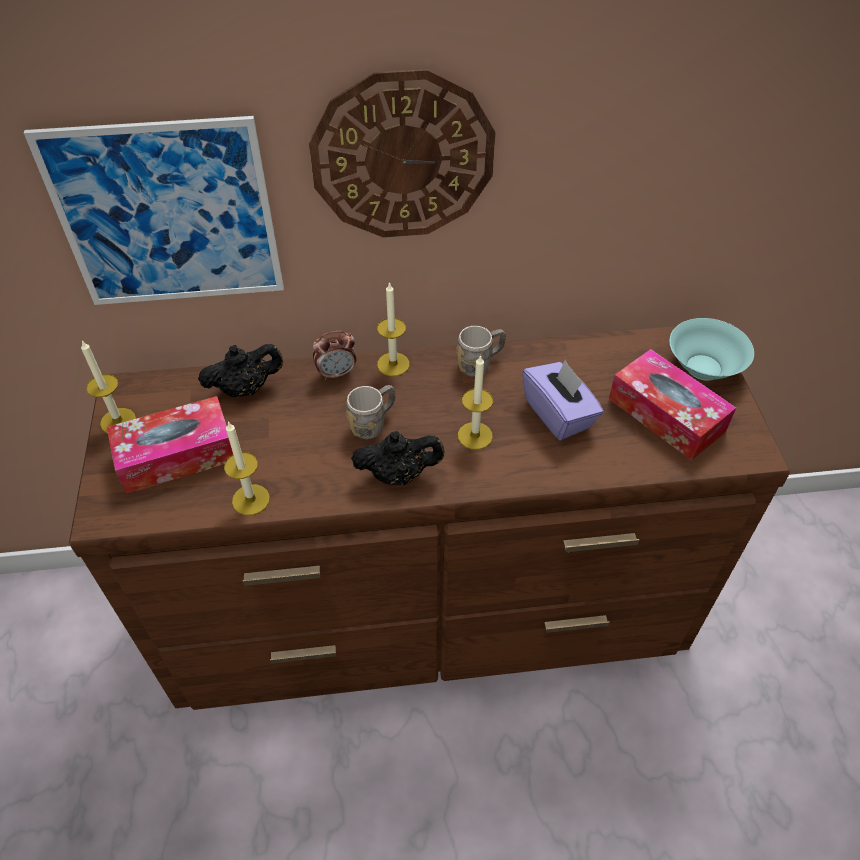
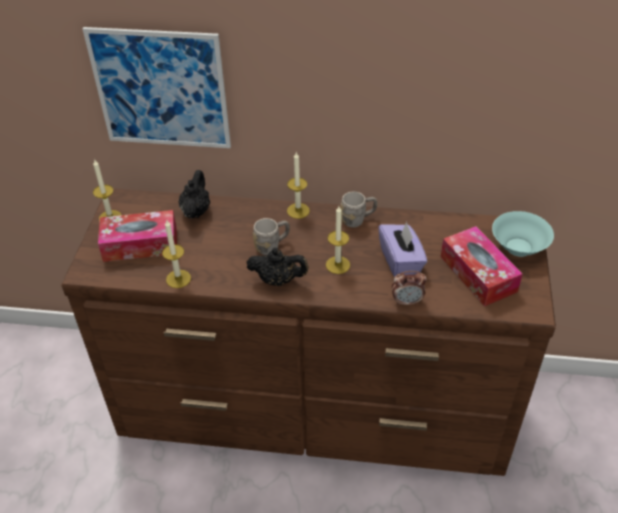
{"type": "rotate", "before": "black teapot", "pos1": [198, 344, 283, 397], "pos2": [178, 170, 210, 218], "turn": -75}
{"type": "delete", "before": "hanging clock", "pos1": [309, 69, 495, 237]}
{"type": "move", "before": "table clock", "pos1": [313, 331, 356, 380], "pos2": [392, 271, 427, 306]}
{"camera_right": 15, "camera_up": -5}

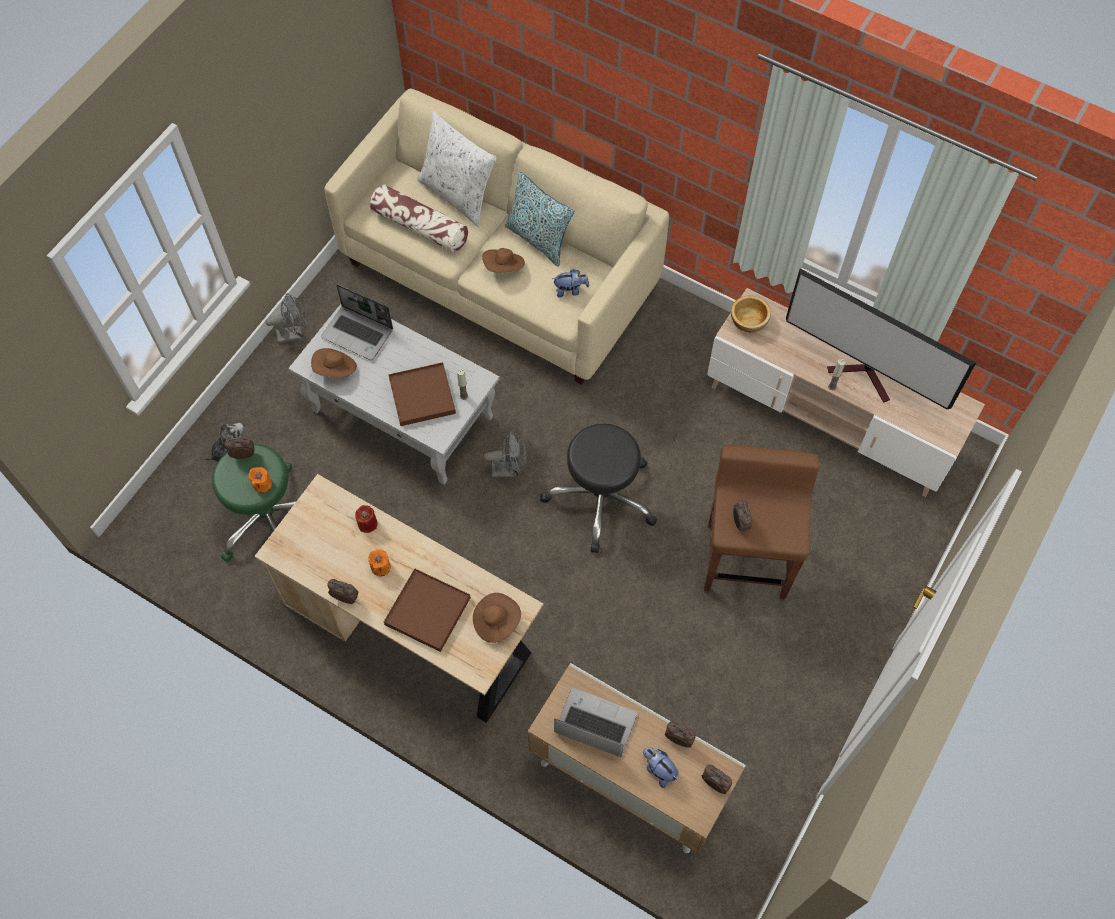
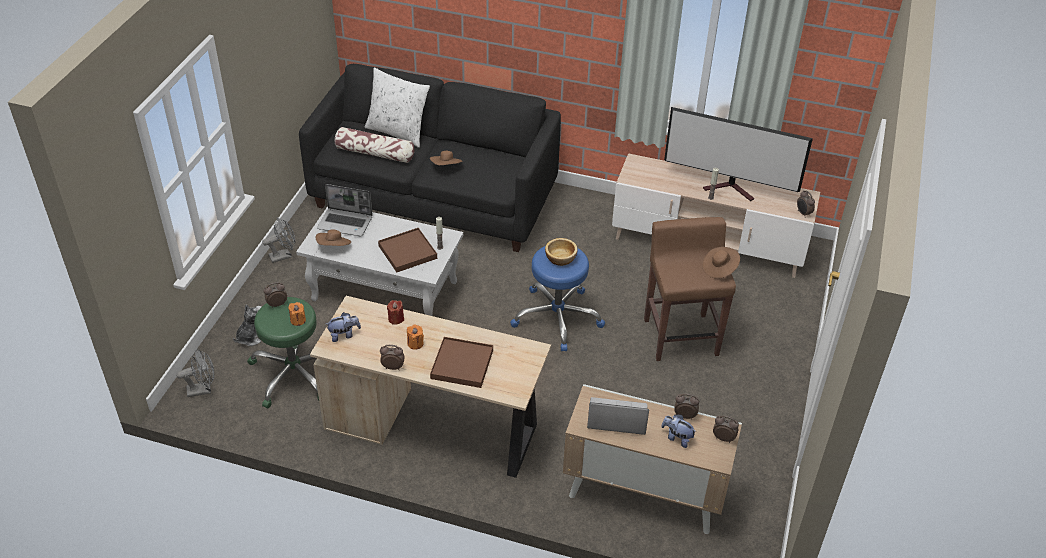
{"type": "recolor", "before": "sand-coloured settee", "after": "black settee", "pos1": [324, 89, 669, 385], "pos2": [299, 64, 561, 252]}
{"type": "move", "before": "brown-coloured wearable hat", "pos1": [473, 593, 521, 643], "pos2": [702, 247, 740, 279]}
{"type": "move", "before": "grey electric fan", "pos1": [484, 431, 527, 478], "pos2": [176, 349, 214, 397]}
{"type": "delete", "before": "cushion", "pos1": [505, 172, 575, 266]}
{"type": "recolor", "before": "black stool seat", "after": "blue-coloured stool seat", "pos1": [540, 424, 657, 553], "pos2": [510, 246, 605, 351]}
{"type": "move", "before": "soft toy", "pos1": [552, 269, 589, 298], "pos2": [326, 312, 361, 342]}
{"type": "move", "before": "serving bowl", "pos1": [731, 296, 771, 332], "pos2": [545, 238, 578, 266]}
{"type": "move", "before": "table clock", "pos1": [733, 499, 752, 531], "pos2": [797, 190, 815, 218]}
{"camera_right": -15, "camera_up": -20}

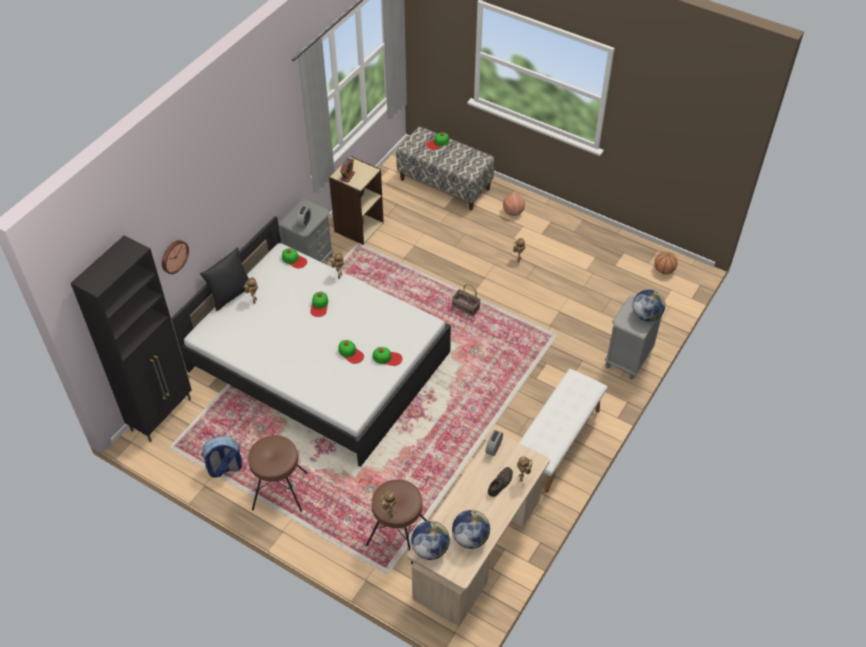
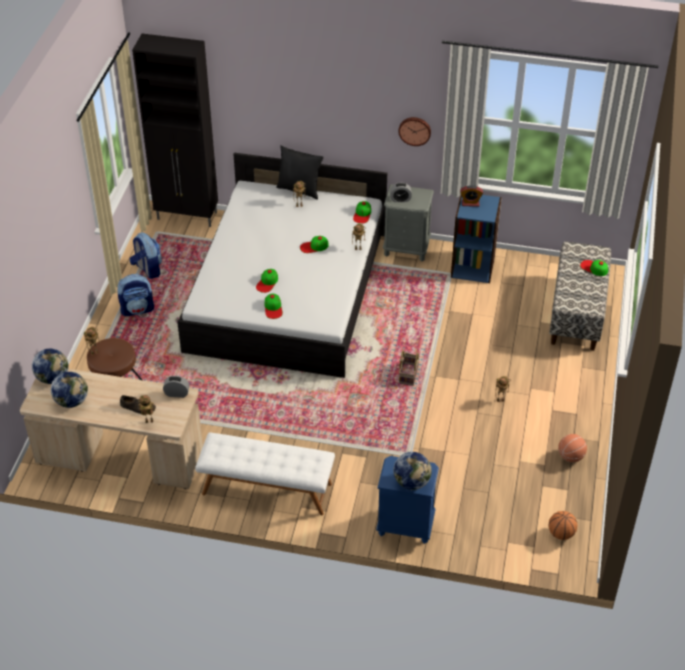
{"type": "move", "before": "hanging clock", "pos1": [162, 240, 189, 274], "pos2": [398, 117, 431, 146]}
{"type": "replace", "before": "brown-coloured stool seat", "after": "backpack", "pos1": [248, 435, 308, 512], "pos2": [117, 274, 154, 316]}
{"type": "recolor", "before": "sand-coloured shelving unit", "after": "blue-coloured shelving unit", "pos1": [329, 156, 384, 245], "pos2": [451, 195, 501, 283]}
{"type": "move", "before": "basketball", "pos1": [503, 193, 525, 216], "pos2": [558, 434, 587, 462]}
{"type": "recolor", "before": "grey bedside table", "after": "blue-coloured bedside table", "pos1": [605, 296, 662, 379], "pos2": [376, 456, 439, 544]}
{"camera_right": 70, "camera_up": -5}

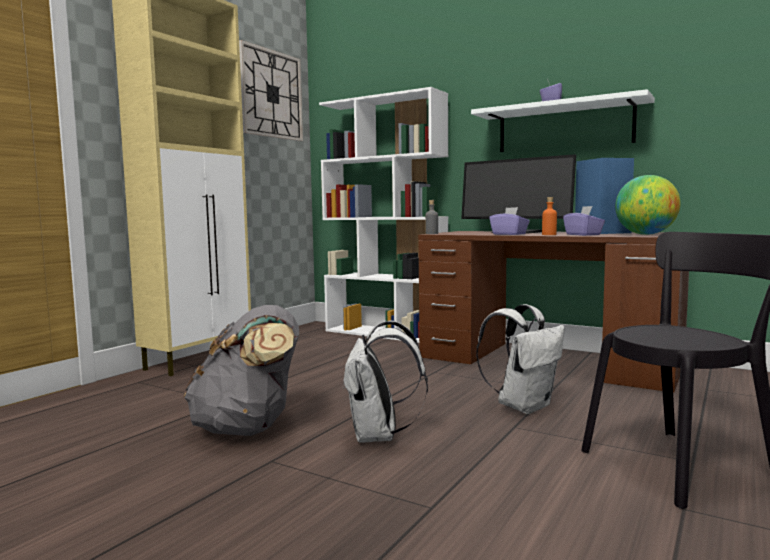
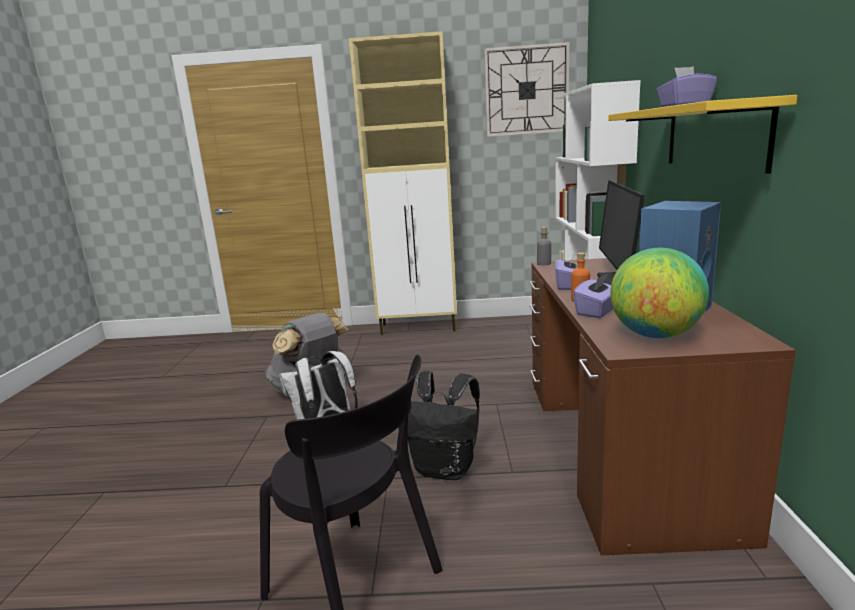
{"type": "recolor", "before": "whitish bracket shelf", "after": "yellow-coloured bracket shelf", "pos1": [471, 89, 655, 152], "pos2": [608, 95, 798, 174]}
{"type": "recolor", "before": "whitish backpack", "after": "black backpack", "pos1": [476, 304, 565, 414], "pos2": [398, 371, 480, 480]}
{"camera_right": 60, "camera_up": 10}

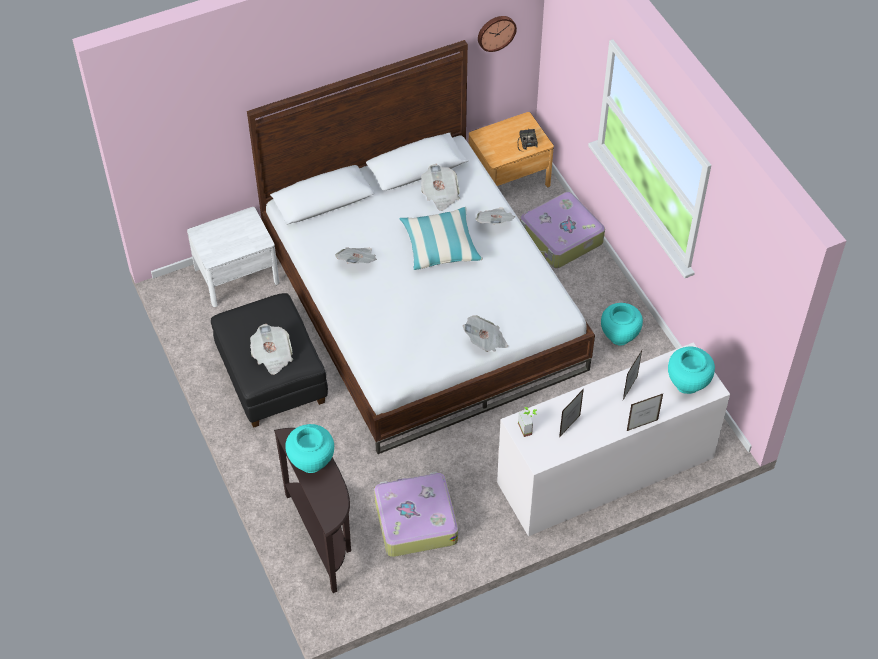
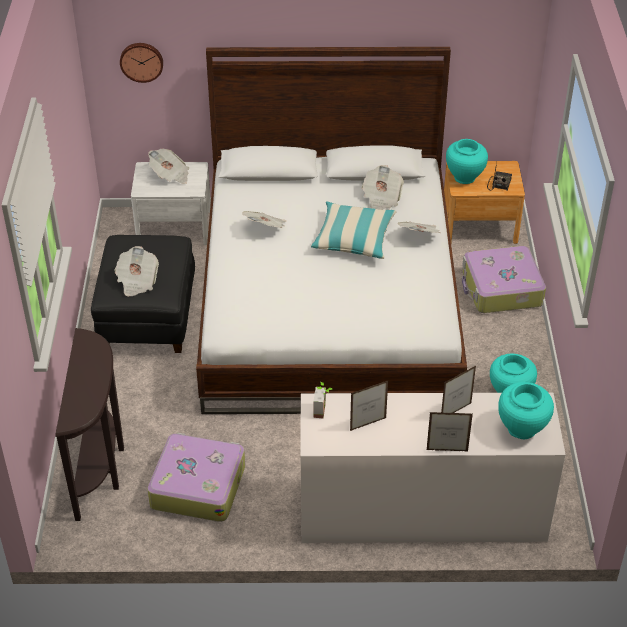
{"type": "move", "before": "turquoise-coloured decorative vase", "pos1": [285, 424, 334, 473], "pos2": [446, 139, 488, 184]}
{"type": "move", "before": "printed paper", "pos1": [463, 315, 508, 352], "pos2": [148, 149, 189, 184]}
{"type": "move", "before": "hanging clock", "pos1": [478, 16, 517, 52], "pos2": [120, 43, 163, 83]}
{"camera_right": 25, "camera_up": -10}

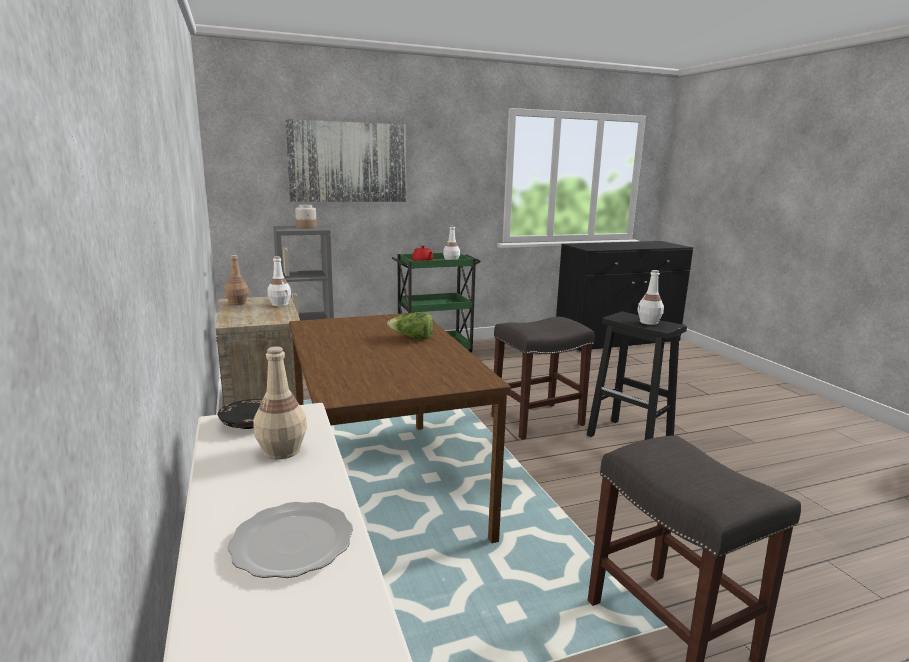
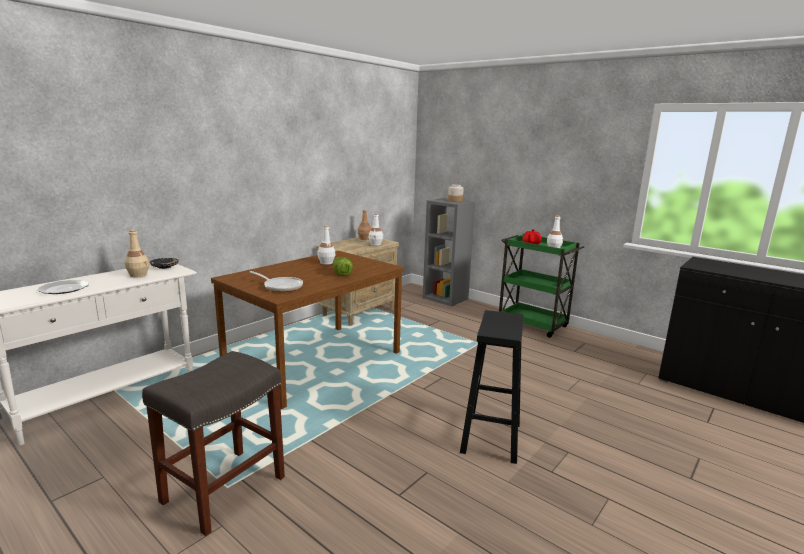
{"type": "delete", "before": "picture", "pos1": [285, 119, 406, 202]}
{"type": "delete", "before": "grey stool seat", "pos1": [491, 317, 594, 440]}
{"type": "move", "before": "whitish bottle", "pos1": [637, 270, 664, 325], "pos2": [318, 225, 335, 265]}
{"type": "insert", "after": "skillet", "pos2": [250, 271, 303, 292]}
{"camera_right": 60, "camera_up": 0}

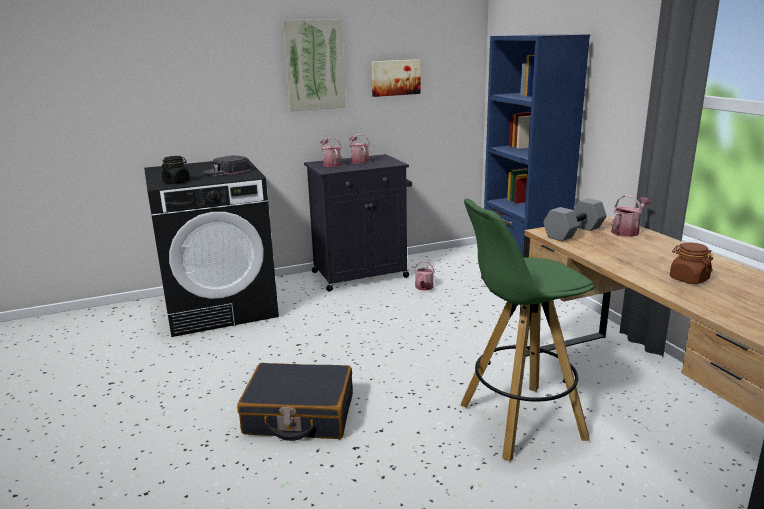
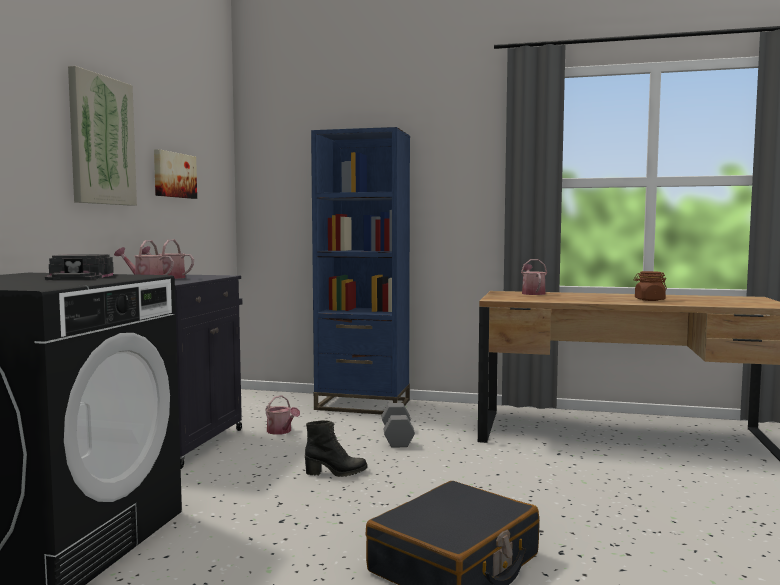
{"type": "delete", "before": "black preserve jar", "pos1": [162, 156, 190, 184]}
{"type": "delete", "before": "green-coloured stool seat", "pos1": [460, 199, 594, 462]}
{"type": "move", "before": "grey hand weight", "pos1": [543, 198, 607, 241], "pos2": [382, 403, 415, 448]}
{"type": "insert", "after": "black high-top boot", "pos2": [305, 420, 367, 477]}
{"camera_right": -55, "camera_up": -15}

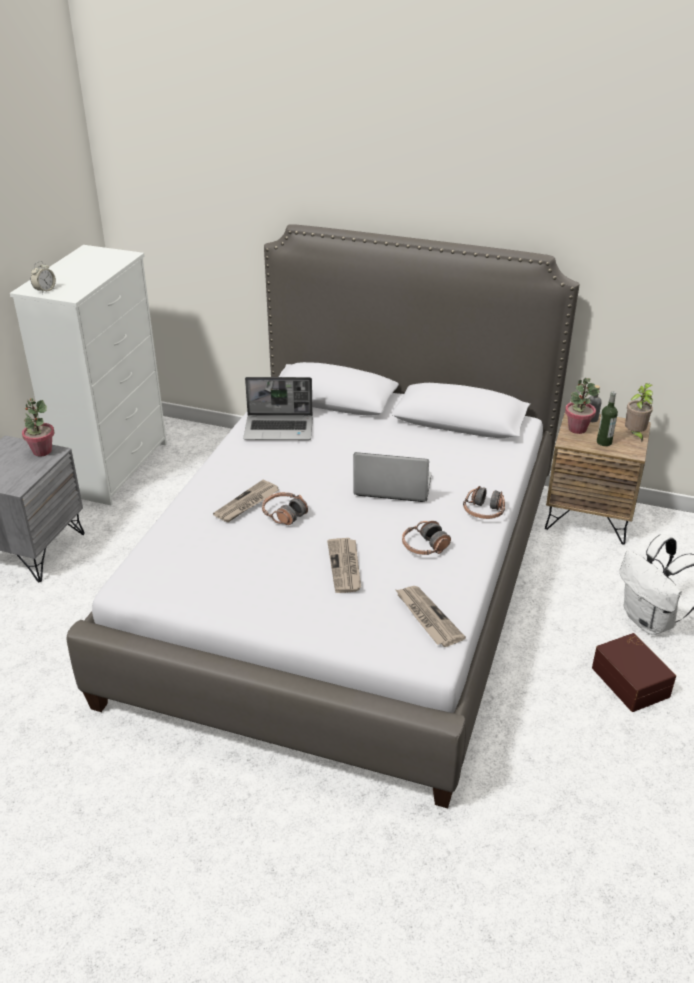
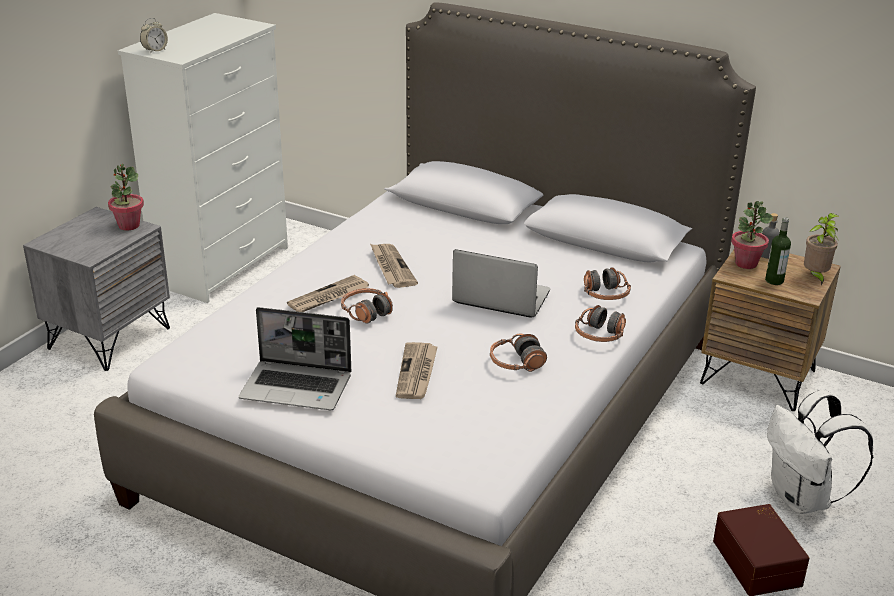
{"type": "move", "before": "portable computer", "pos1": [243, 377, 313, 440], "pos2": [239, 307, 351, 410]}
{"type": "move", "before": "printed paper", "pos1": [396, 586, 466, 647], "pos2": [370, 244, 418, 288]}
{"type": "insert", "after": "headset", "pos2": [584, 267, 631, 300]}
{"camera_right": 10, "camera_up": -5}

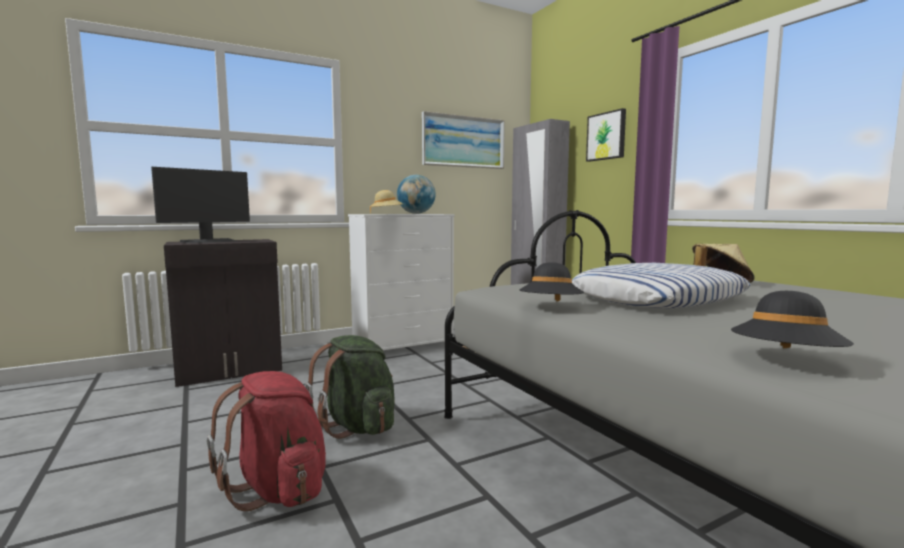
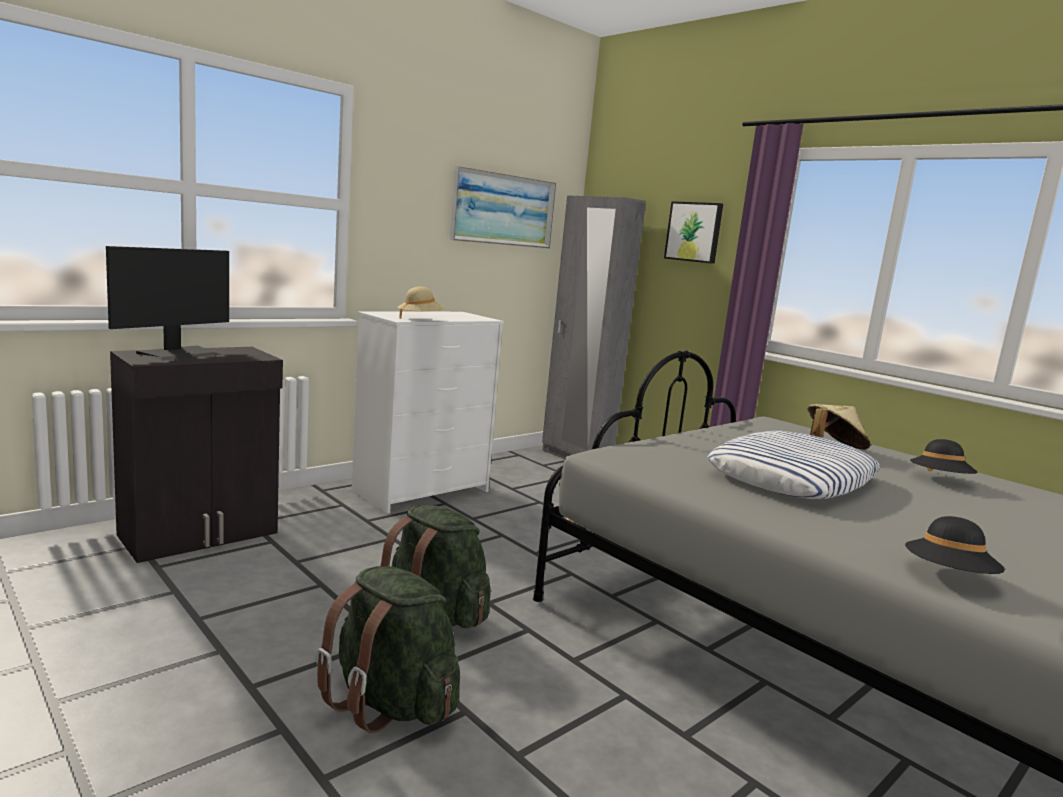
{"type": "recolor", "before": "red-coloured backpack", "after": "green-coloured backpack", "pos1": [207, 371, 327, 511], "pos2": [316, 566, 460, 733]}
{"type": "delete", "before": "desk globe", "pos1": [397, 175, 436, 214]}
{"type": "move", "before": "black wearable hat", "pos1": [519, 262, 584, 302], "pos2": [910, 439, 978, 474]}
{"camera_right": -15, "camera_up": 5}

